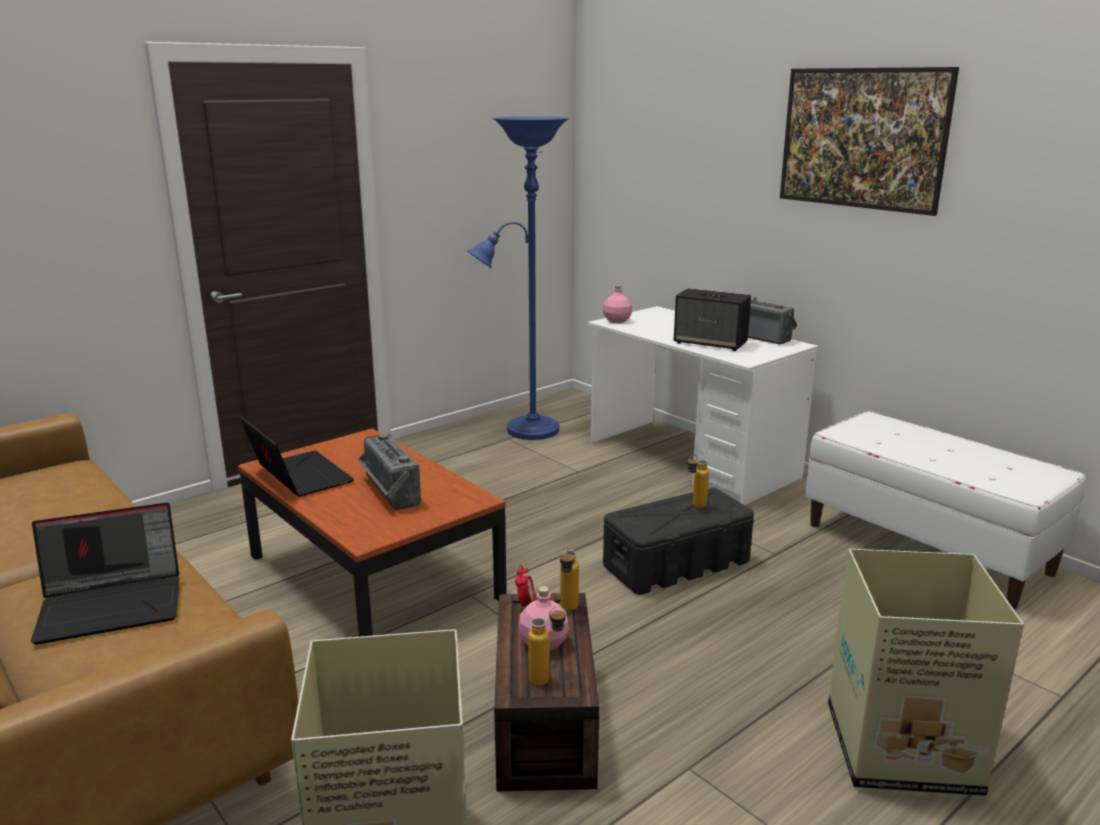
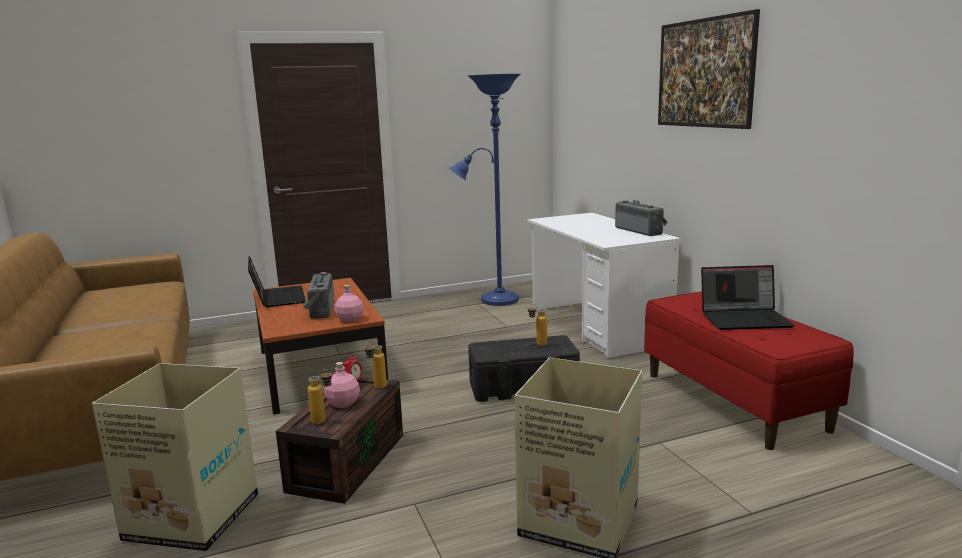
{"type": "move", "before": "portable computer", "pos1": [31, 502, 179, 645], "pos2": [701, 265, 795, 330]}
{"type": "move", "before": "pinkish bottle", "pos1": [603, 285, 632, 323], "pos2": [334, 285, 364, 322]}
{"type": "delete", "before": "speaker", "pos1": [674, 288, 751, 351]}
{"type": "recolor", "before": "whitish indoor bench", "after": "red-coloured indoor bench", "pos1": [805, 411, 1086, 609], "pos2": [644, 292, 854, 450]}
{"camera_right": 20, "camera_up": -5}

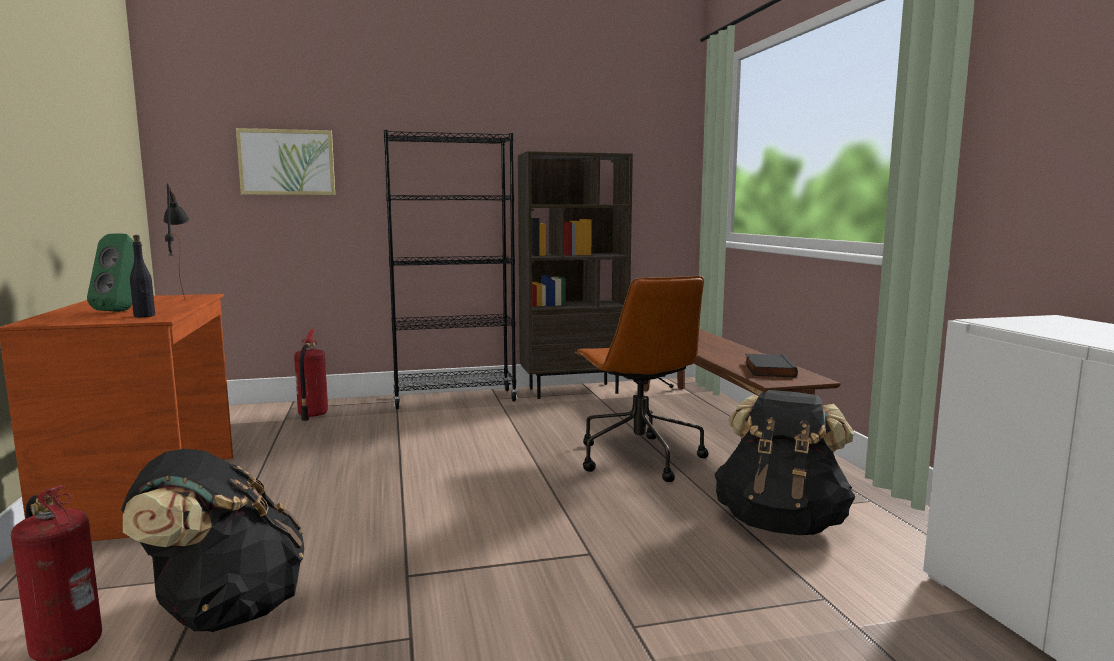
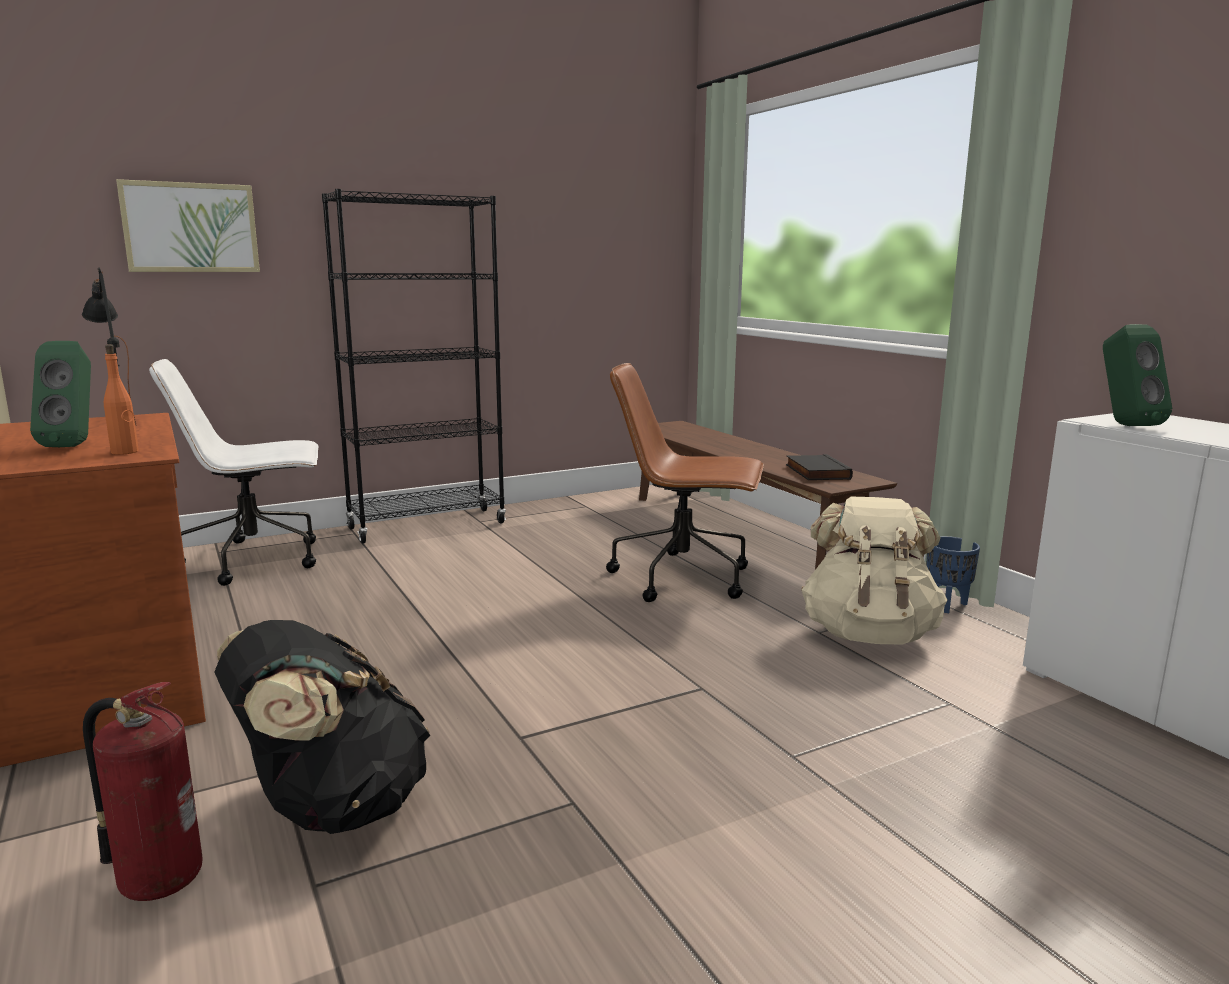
{"type": "recolor", "before": "black bottle", "after": "orange-coloured bottle", "pos1": [130, 235, 155, 317], "pos2": [104, 344, 139, 455]}
{"type": "replace", "before": "fire extinguisher", "after": "whitish desk chair", "pos1": [294, 329, 328, 421], "pos2": [149, 359, 318, 586]}
{"type": "delete", "before": "brown-coloured shelving unit", "pos1": [518, 151, 633, 399]}
{"type": "rotate", "before": "brown-coloured desk chair", "pos1": [575, 276, 708, 482], "pos2": [606, 363, 764, 602], "turn": 135}
{"type": "recolor", "before": "black backpack", "after": "sand-coloured backpack", "pos1": [715, 390, 855, 535], "pos2": [801, 497, 948, 645]}
{"type": "insert", "after": "blue-coloured plant pot", "pos2": [926, 536, 980, 613]}
{"type": "insert", "after": "green-coloured speaker", "pos2": [1103, 324, 1172, 426]}
{"camera_right": -15, "camera_up": 5}

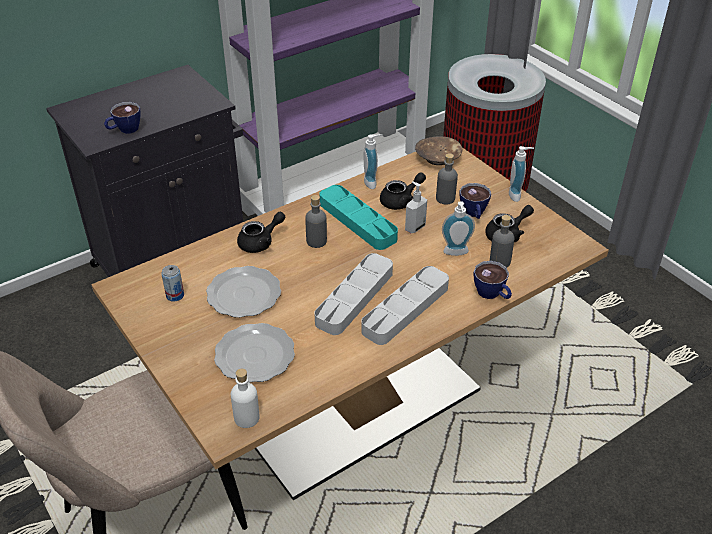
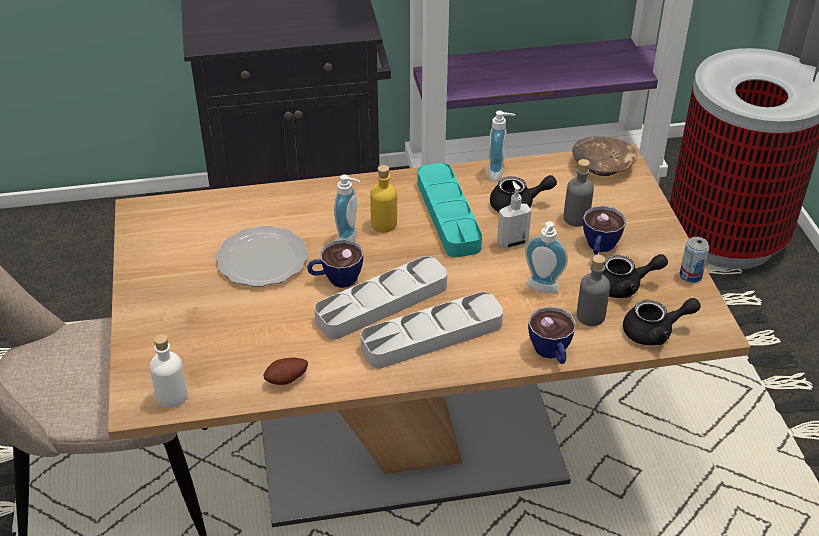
{"type": "move", "before": "drinking cup", "pos1": [104, 102, 141, 134], "pos2": [307, 239, 363, 288]}
{"type": "move", "before": "sealed can", "pos1": [161, 265, 184, 302], "pos2": [679, 237, 709, 283]}
{"type": "delete", "before": "dinner plate", "pos1": [214, 323, 295, 383]}
{"type": "move", "before": "black teapot", "pos1": [237, 212, 285, 253], "pos2": [623, 298, 701, 345]}
{"type": "recolor", "before": "grey bottle", "after": "yellow-coloured bottle", "pos1": [305, 195, 327, 248], "pos2": [370, 165, 397, 233]}
{"type": "move", "before": "soap dispenser", "pos1": [509, 146, 534, 202], "pos2": [334, 174, 360, 241]}
{"type": "insert", "after": "whole potato", "pos2": [263, 358, 308, 385]}
{"camera_right": 25, "camera_up": 0}

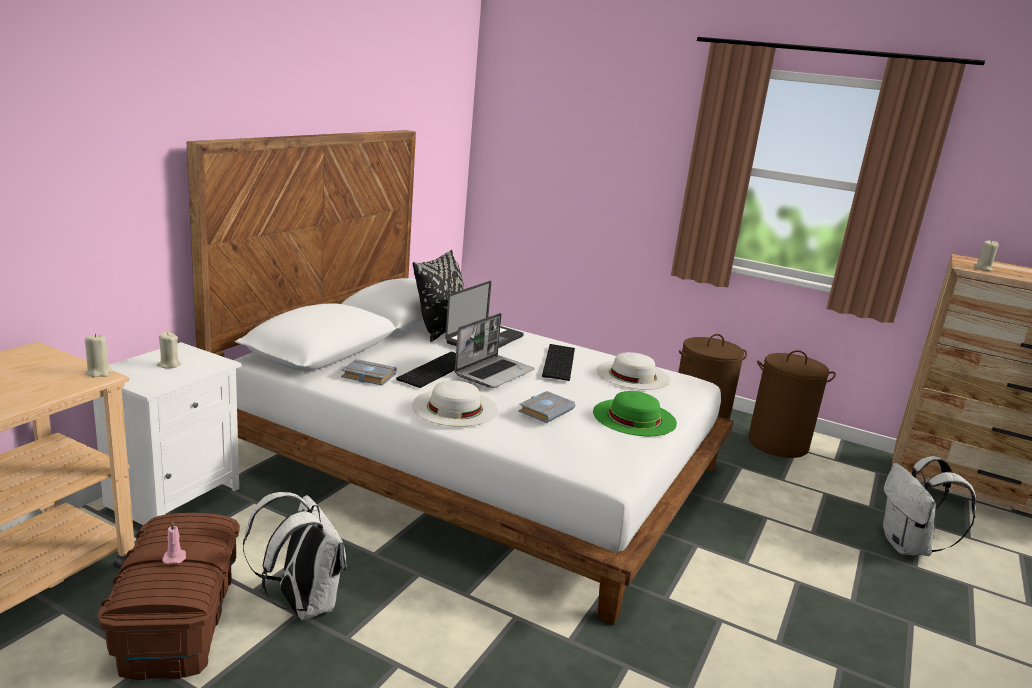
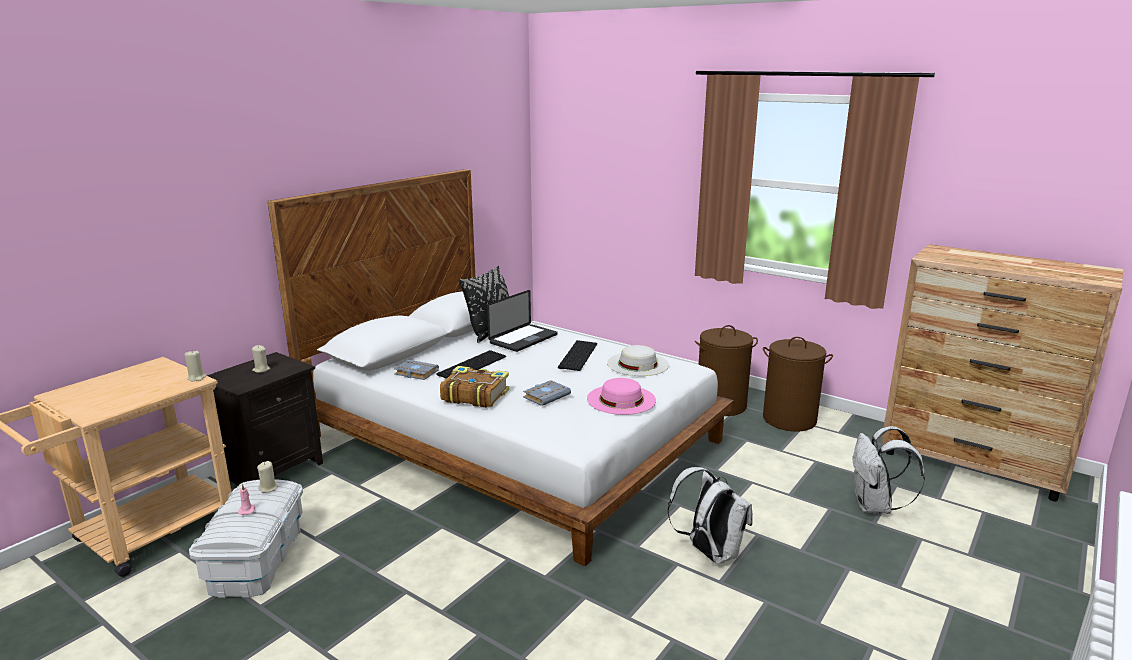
{"type": "recolor", "before": "whitish bedside table", "after": "black bedside table", "pos1": [93, 342, 242, 525], "pos2": [207, 352, 323, 486]}
{"type": "recolor", "before": "brown-coloured storage box", "after": "whitish storage box", "pos1": [97, 513, 240, 680], "pos2": [189, 480, 303, 598]}
{"type": "move", "before": "whitish backpack", "pos1": [243, 492, 347, 620], "pos2": [667, 467, 752, 564]}
{"type": "replace", "before": "whitish wearable hat", "after": "book", "pos1": [412, 381, 498, 427], "pos2": [440, 366, 509, 408]}
{"type": "delete", "before": "portable computer", "pos1": [455, 313, 535, 388]}
{"type": "recolor", "before": "green-coloured wearable hat", "after": "pinkish wearable hat", "pos1": [593, 391, 677, 436], "pos2": [587, 378, 656, 415]}
{"type": "move", "before": "sand-coloured candle", "pos1": [974, 240, 999, 271], "pos2": [257, 461, 279, 493]}
{"camera_right": 10, "camera_up": 0}

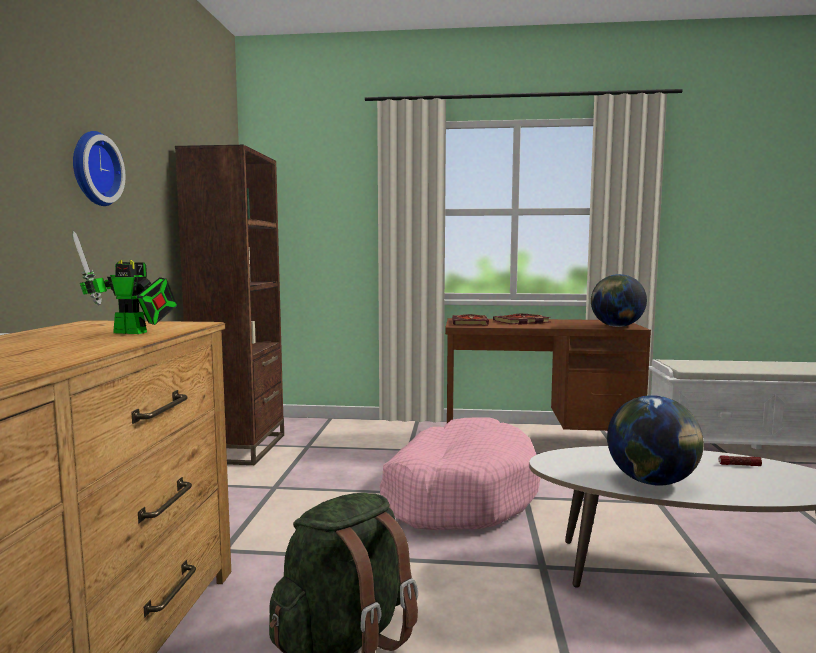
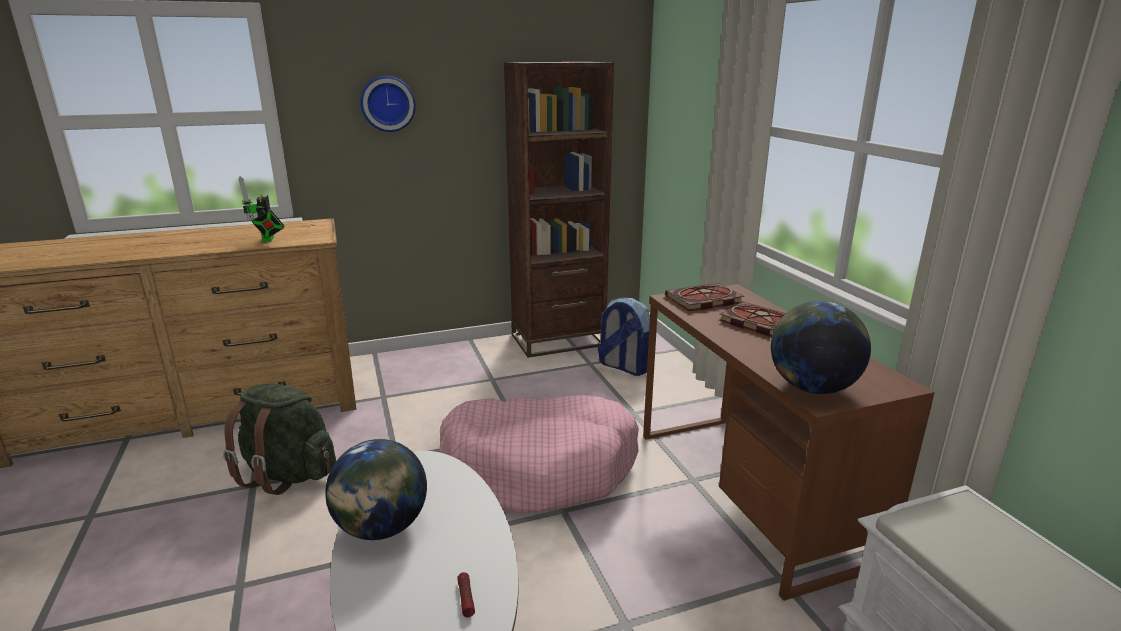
{"type": "insert", "after": "backpack", "pos2": [598, 298, 650, 376]}
{"camera_right": 65, "camera_up": 15}

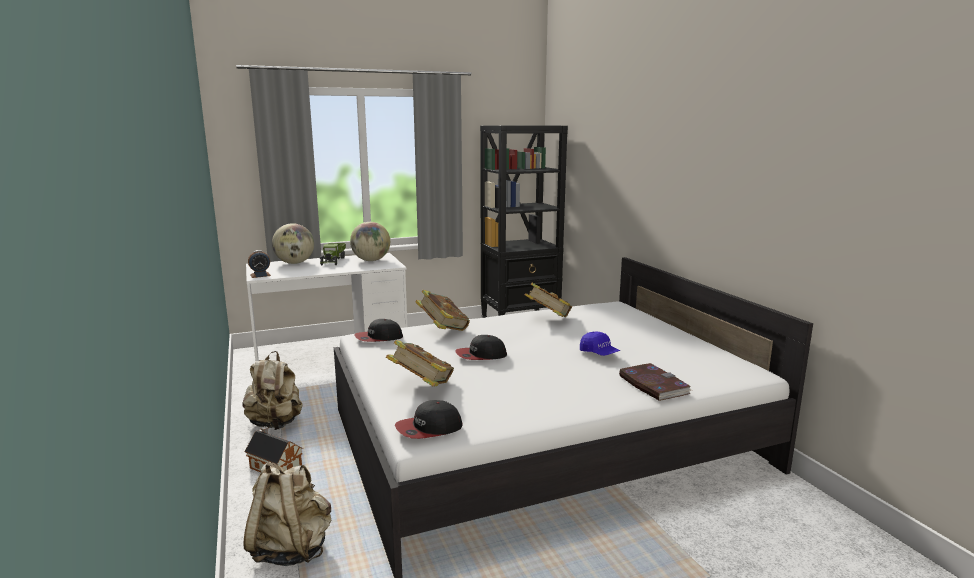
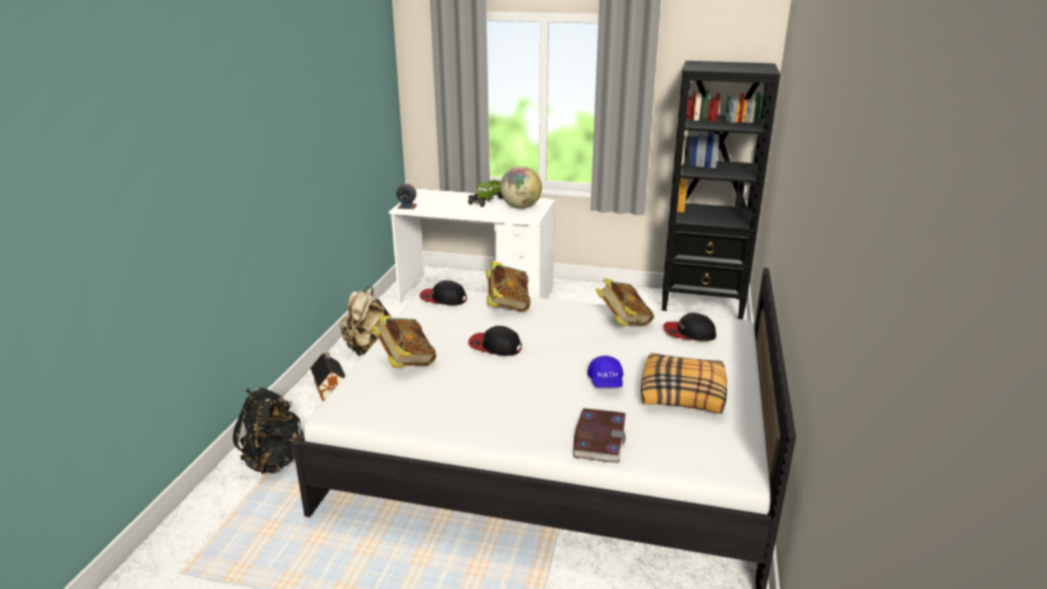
{"type": "recolor", "before": "sand-coloured backpack", "after": "black backpack", "pos1": [243, 461, 331, 566], "pos2": [232, 388, 302, 474]}
{"type": "delete", "before": "desk globe", "pos1": [272, 223, 314, 264]}
{"type": "move", "before": "baseball cap", "pos1": [395, 400, 463, 439], "pos2": [664, 313, 716, 341]}
{"type": "insert", "after": "cushion", "pos2": [641, 353, 727, 414]}
{"camera_right": 35, "camera_up": 10}

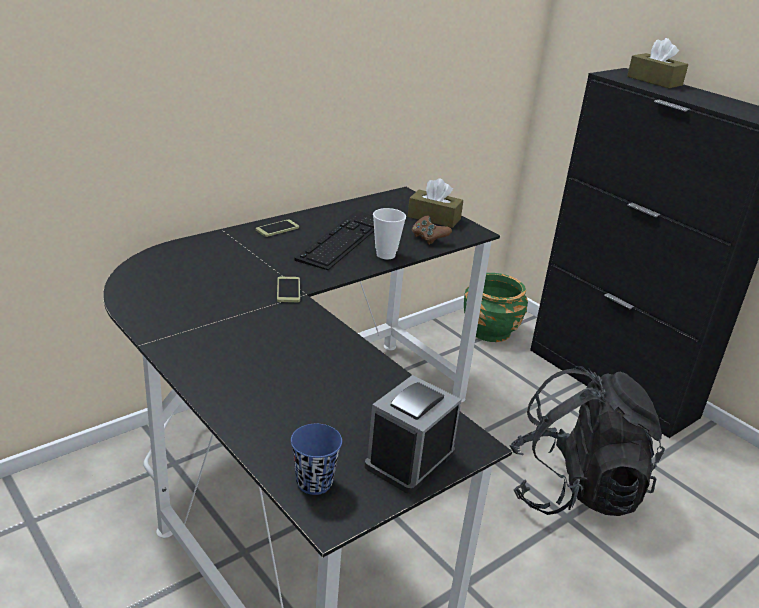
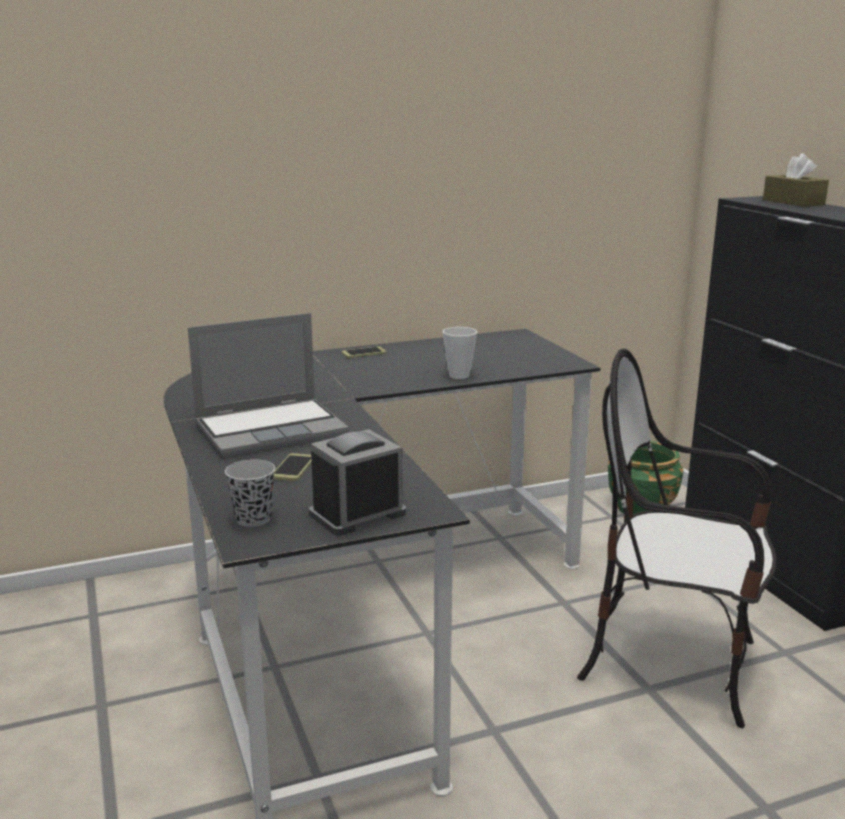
{"type": "move", "before": "telephone", "pos1": [277, 277, 300, 302], "pos2": [274, 453, 312, 481]}
{"type": "recolor", "before": "blue-coloured drinking cup", "after": "black drinking cup", "pos1": [291, 424, 342, 495], "pos2": [225, 459, 275, 527]}
{"type": "delete", "before": "PC keyboard", "pos1": [295, 211, 374, 270]}
{"type": "delete", "before": "brown-coloured tissue box", "pos1": [408, 178, 463, 228]}
{"type": "delete", "before": "brown-coloured gamepad", "pos1": [412, 216, 452, 245]}
{"type": "replace", "before": "black backpack", "after": "upright chair", "pos1": [509, 366, 665, 516], "pos2": [577, 348, 776, 728]}
{"type": "insert", "after": "portable computer", "pos2": [188, 313, 349, 457]}
{"camera_right": 20, "camera_up": -10}

